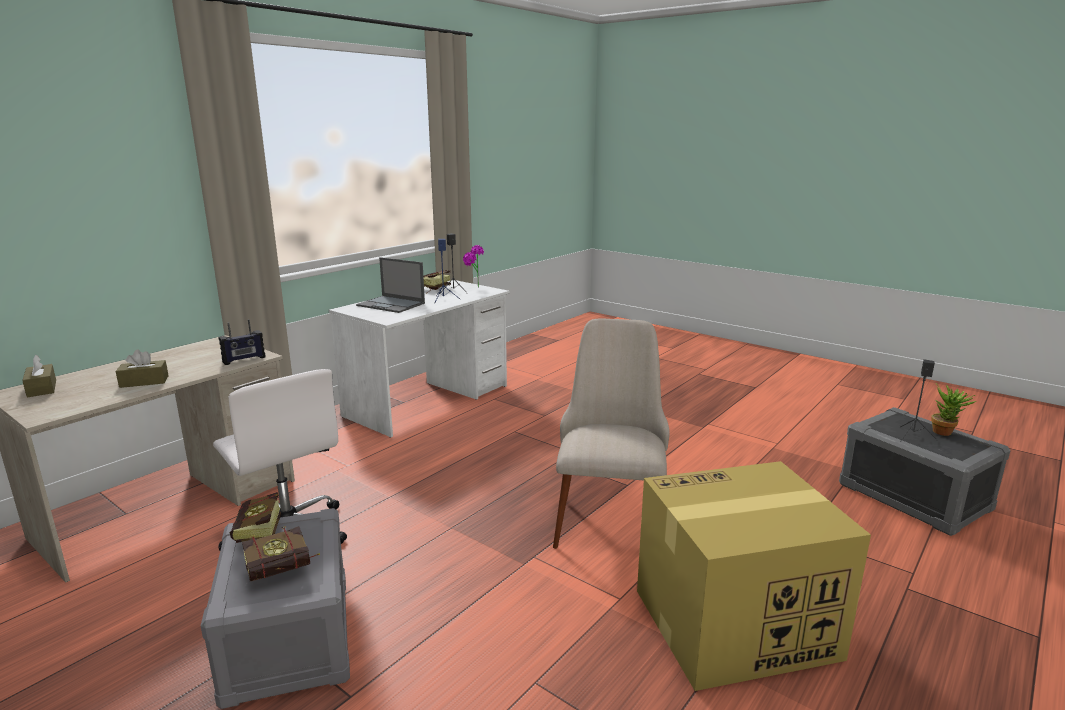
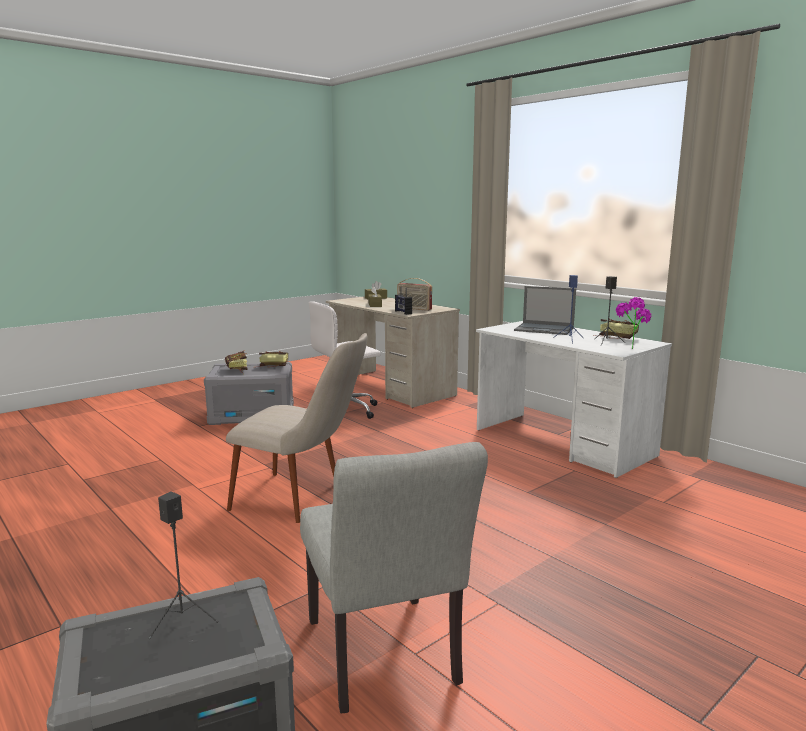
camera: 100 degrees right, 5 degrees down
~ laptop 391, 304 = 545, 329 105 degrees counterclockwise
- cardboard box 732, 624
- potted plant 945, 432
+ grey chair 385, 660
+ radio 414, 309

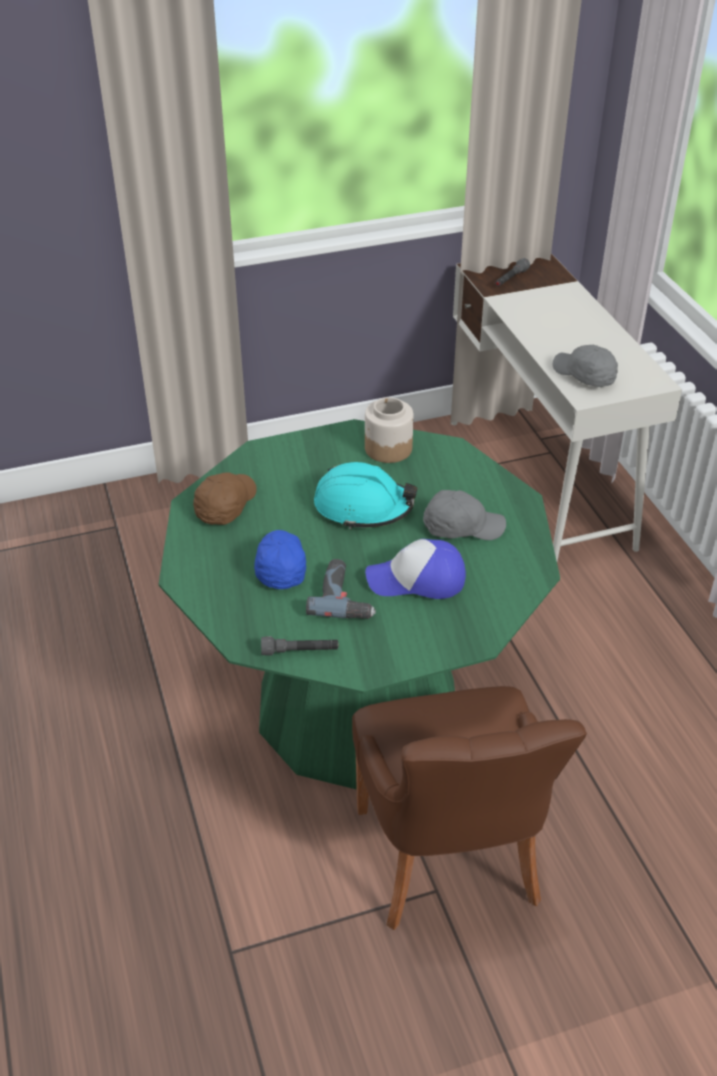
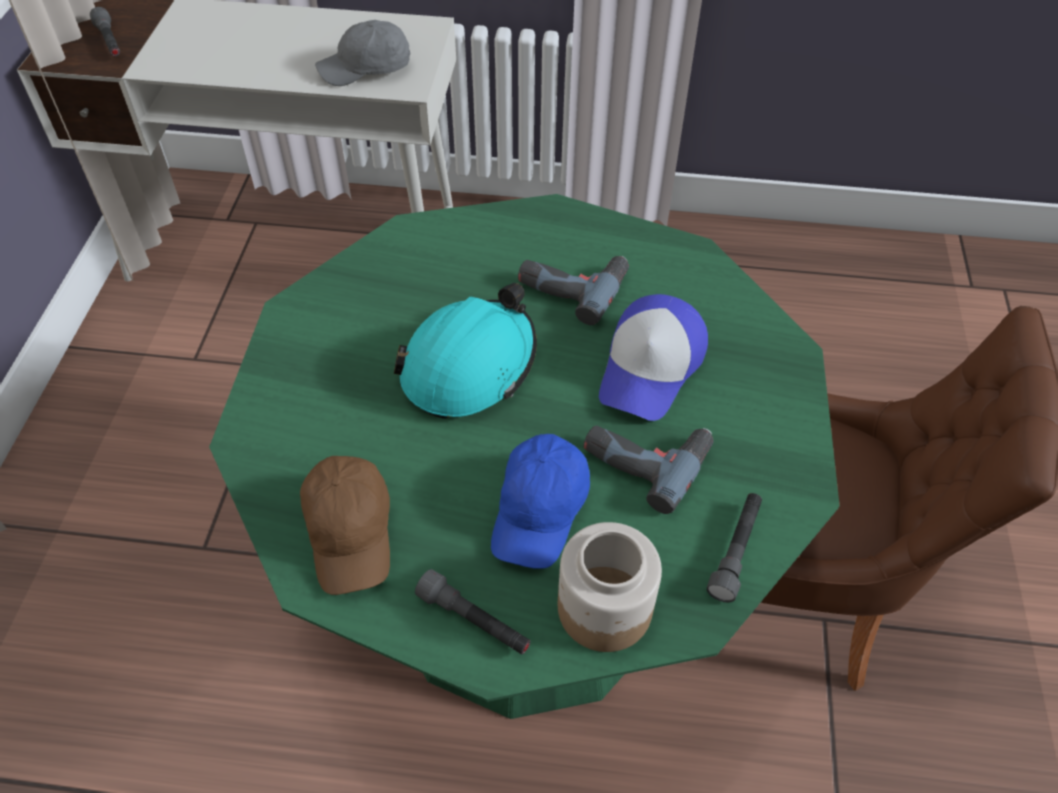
camera: 65 degrees left, 10 degrees up
~ brown cap 225, 505 = 351, 532 150 degrees counterclockwise
~ blue cap 280, 566 = 540, 510 90 degrees counterclockwise
~ jar 388, 448 to 603, 608
~ grey cap 462, 527 to power drill 573, 284
+ grey flashlight 474, 621

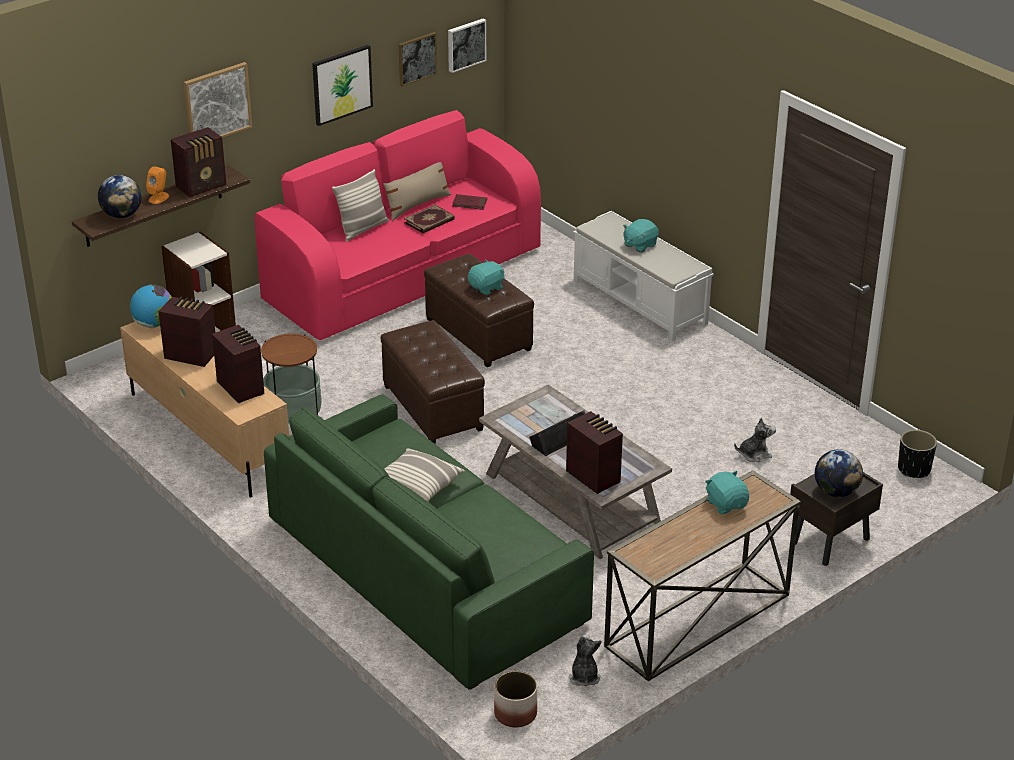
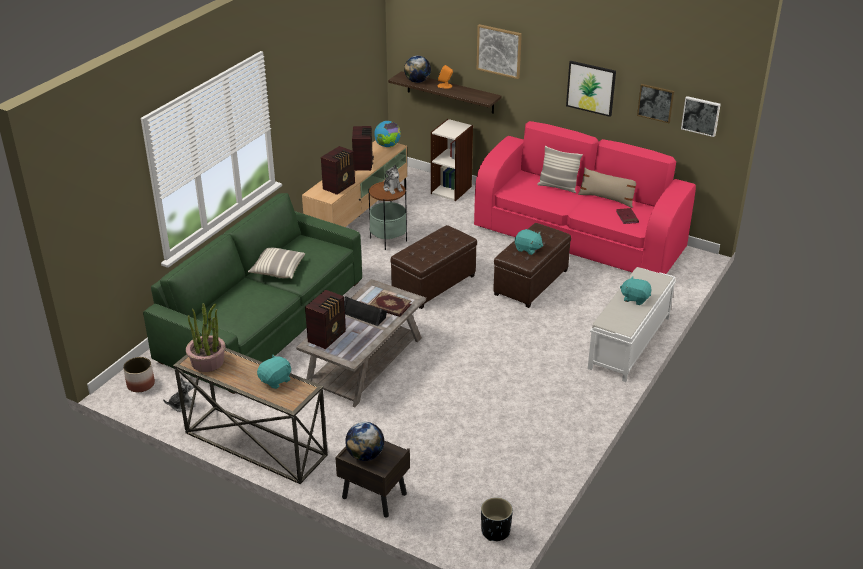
camera: 70 degrees right, 0 degrees up
- radio 202, 186
~ book 430, 221 to 390, 306
~ plush toy 754, 454 to 392, 188
+ potted plant 208, 361

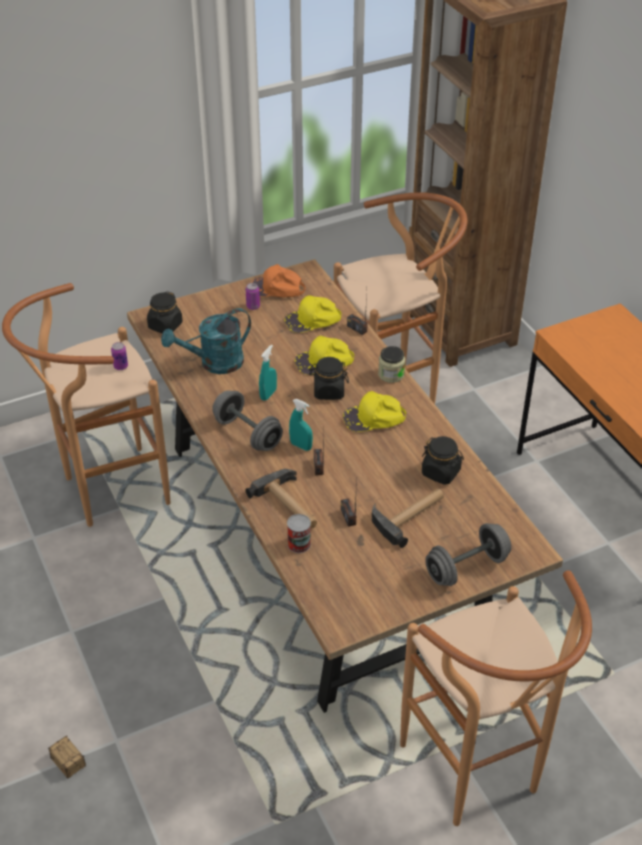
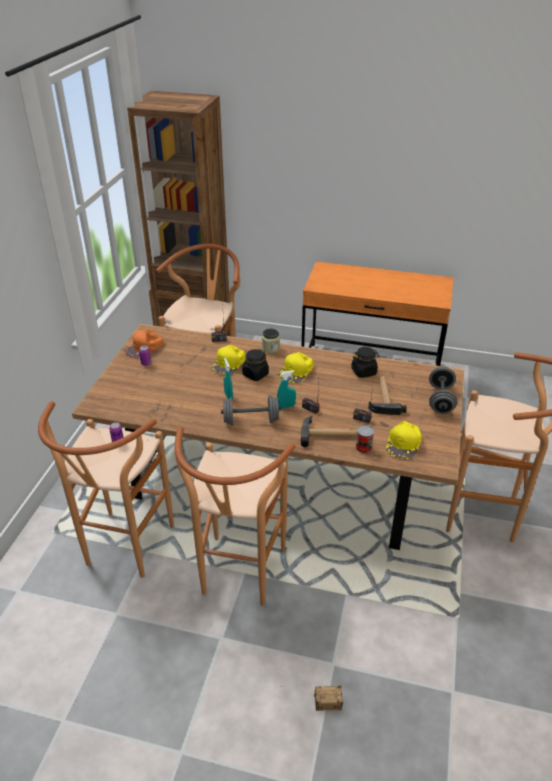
camera: 50 degrees left, 5 degrees down
- black jar 165, 326
- turquoise watering can 214, 363
~ yellow cap 313, 320 to 404, 443
+ brown stool 239, 578

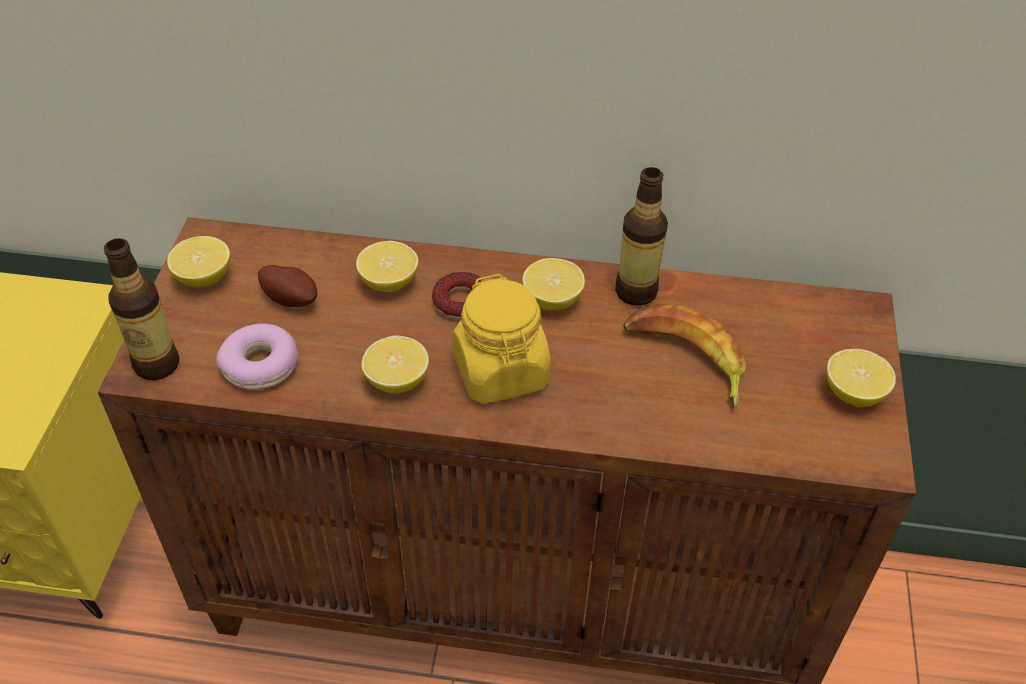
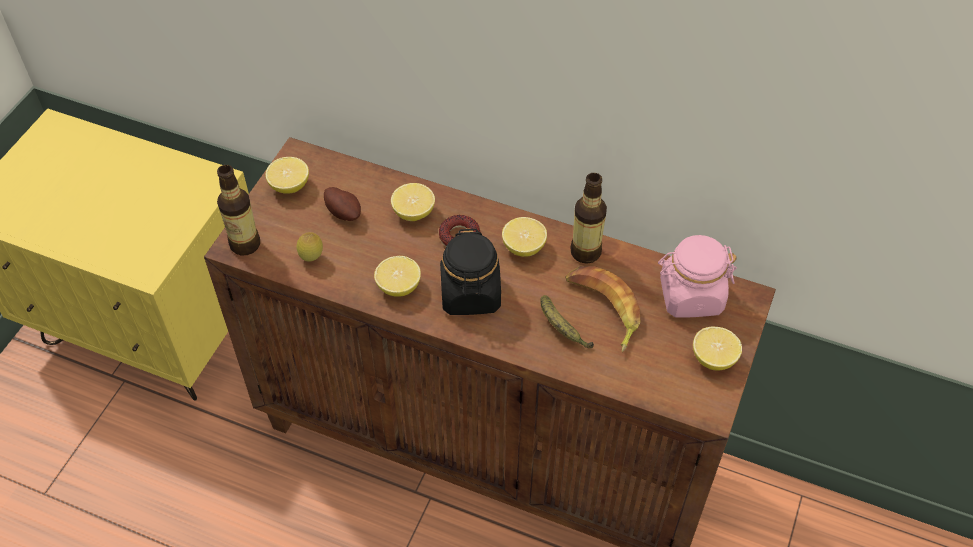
camera: 15 degrees right, 5 degrees up
~ donut 261, 366 to lemon 312, 258
~ yellow jar 501, 372 to black jar 470, 294
+ banana 561, 328
+ pink jar 690, 296

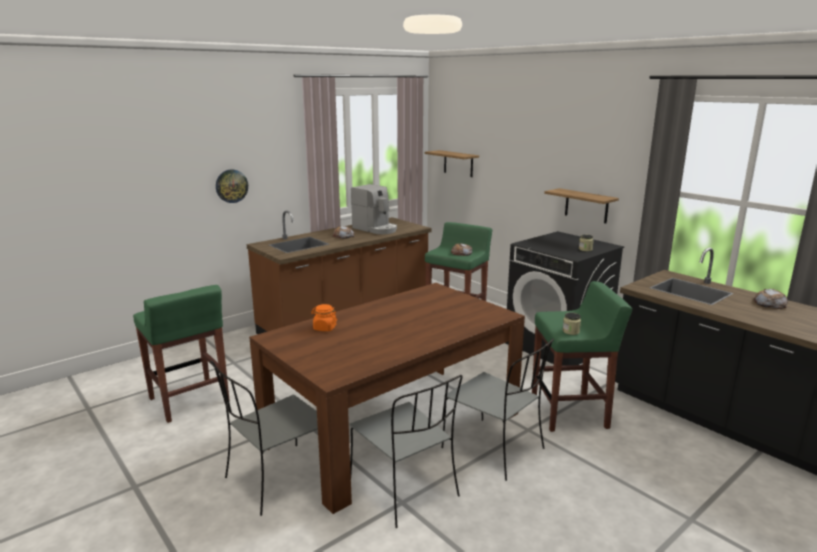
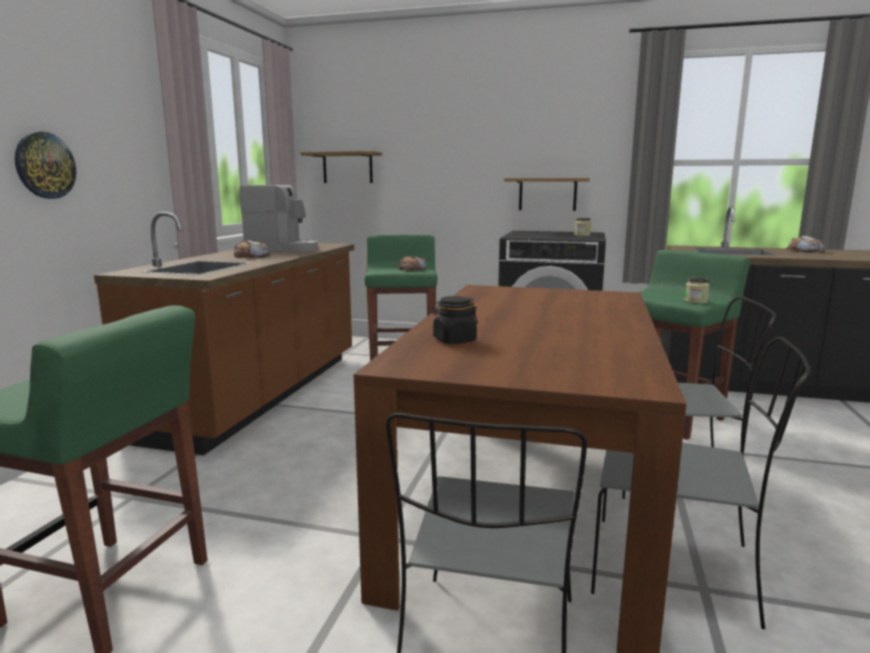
camera: 35 degrees left, 5 degrees down
~ orange jar 324, 328 to black jar 454, 340

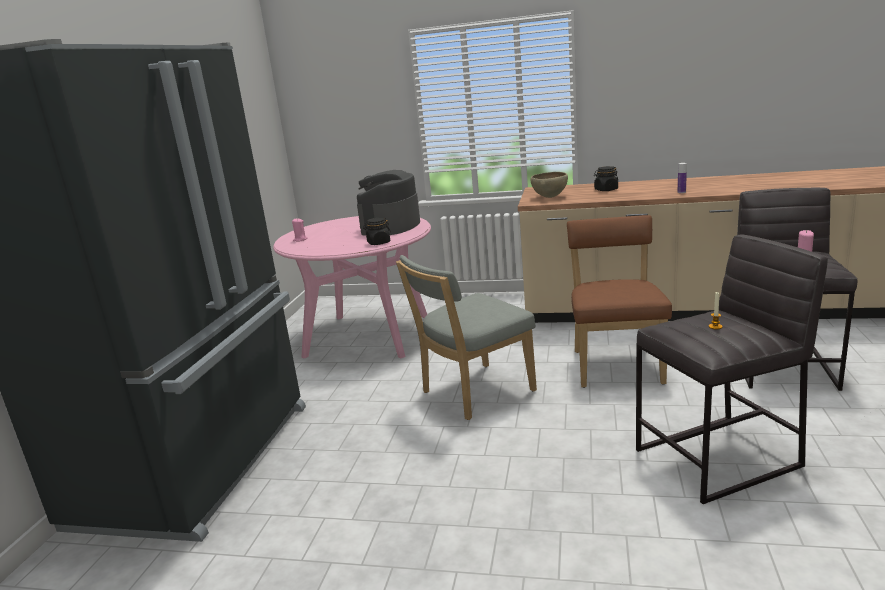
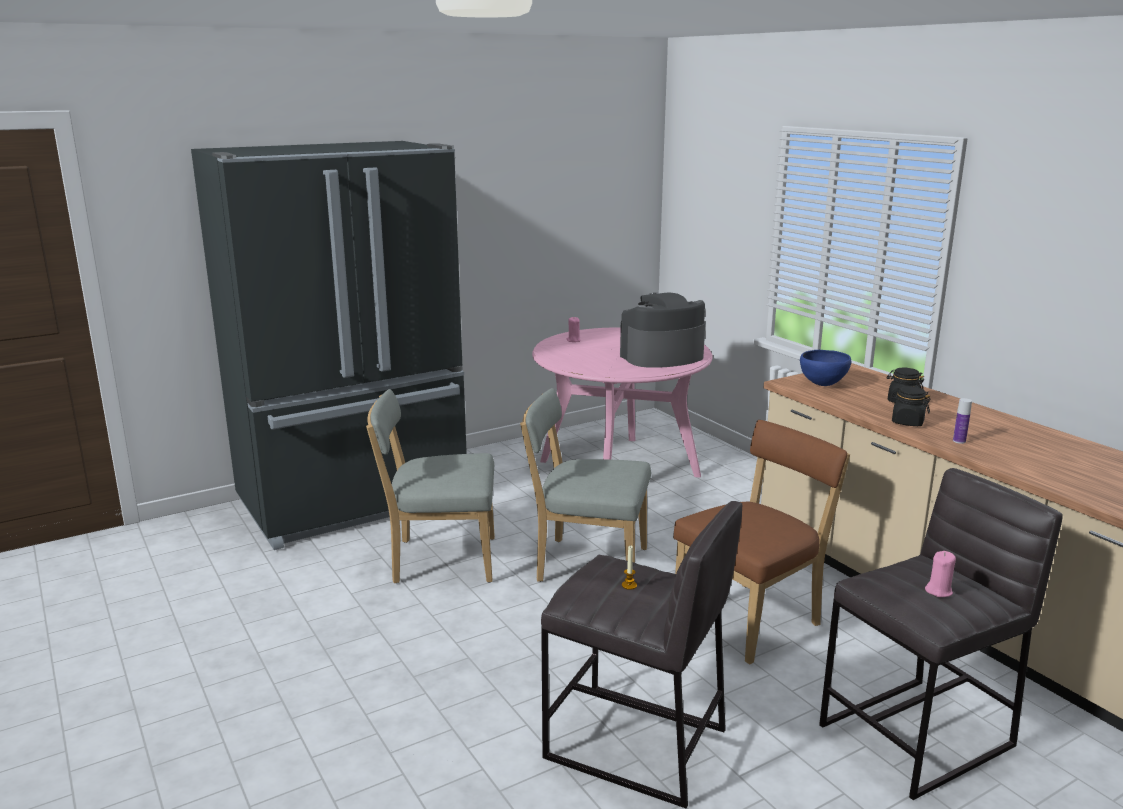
camera: 45 degrees right, 0 degrees up
~ black jar 378, 243 to 907, 422
~ brown bowl 550, 197 to blue bowl 823, 385
+ grey chair 439, 560

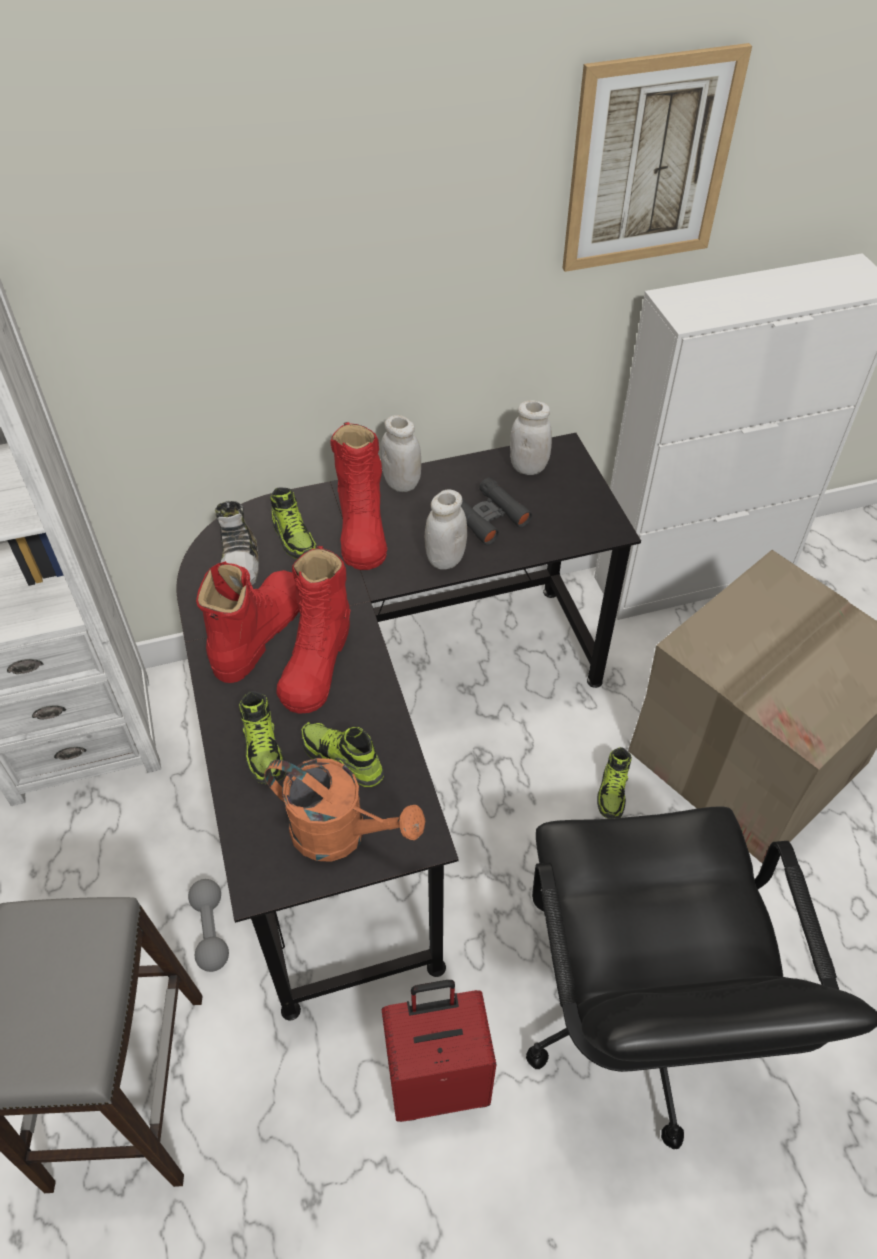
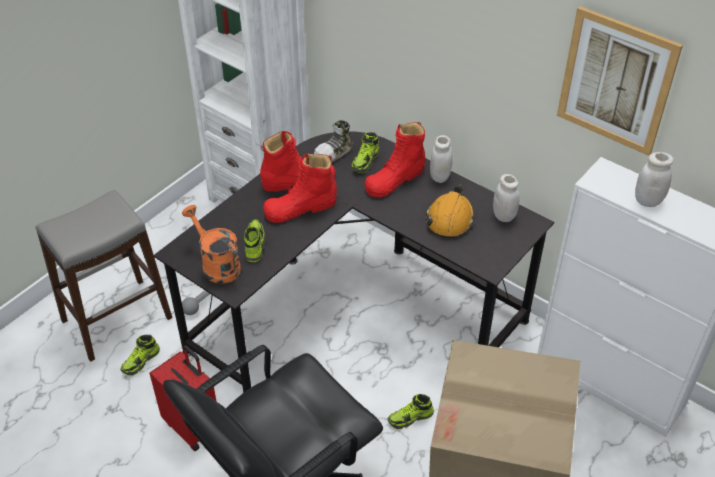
camera: 55 degrees right, 5 degrees down
~ shoe 264, 749 to 141, 361
~ orange watering can 341, 834 = 217, 264 150 degrees clockwise
~ white jar 445, 559 to 648, 200
~ black binoculars 488, 517 to orange hard hat 449, 218

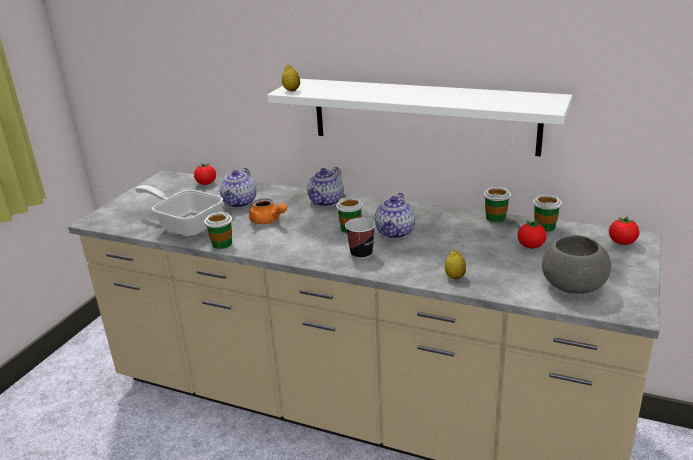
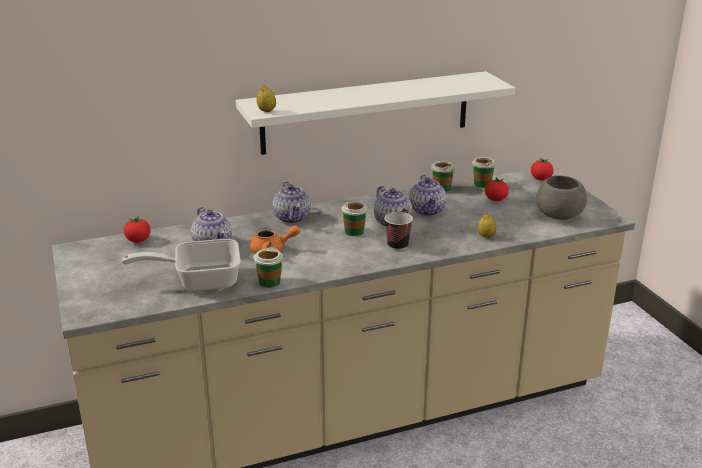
camera: 45 degrees left, 0 degrees up
+ teapot 427, 211

